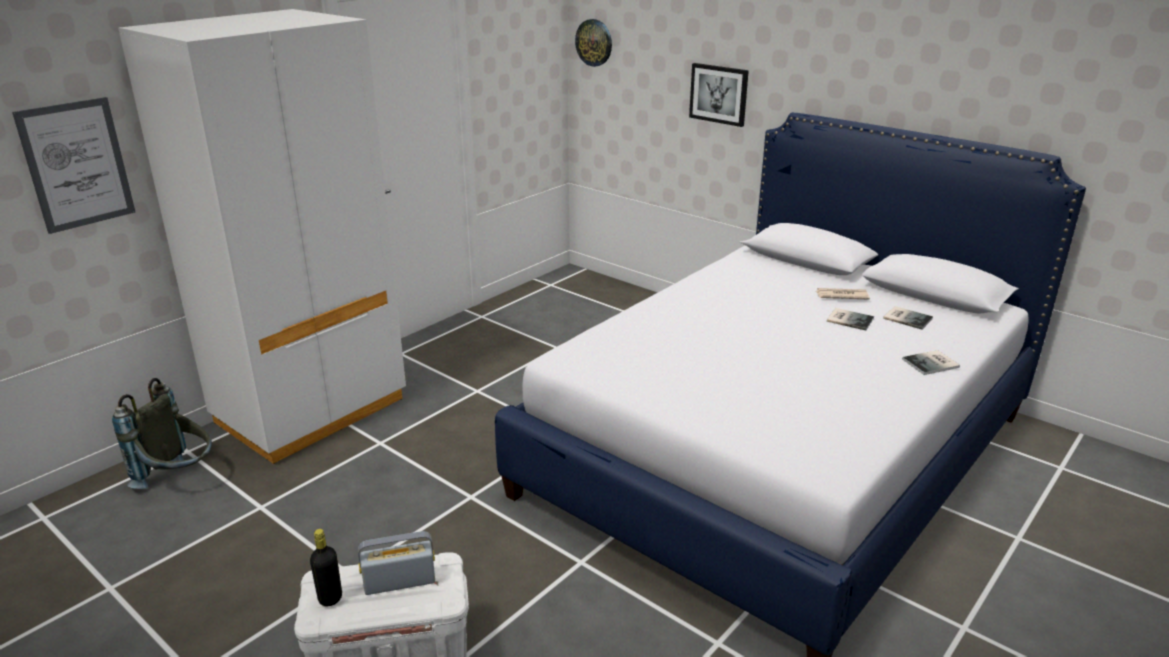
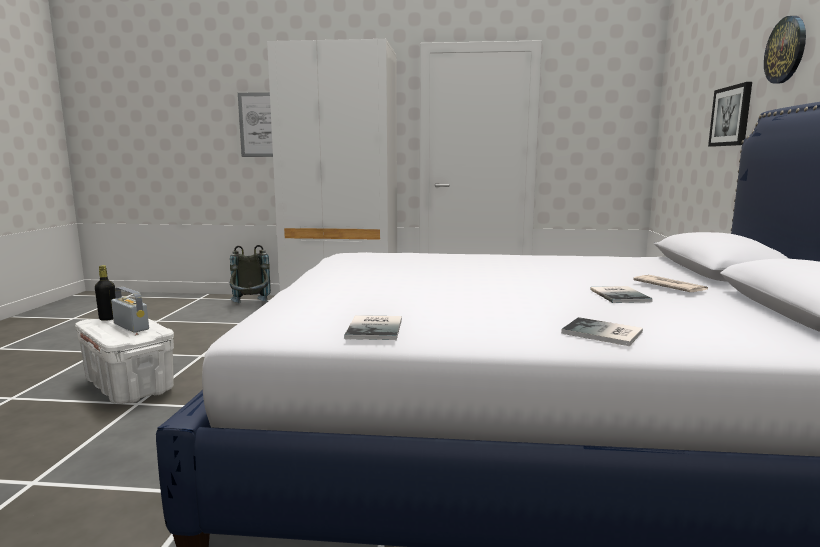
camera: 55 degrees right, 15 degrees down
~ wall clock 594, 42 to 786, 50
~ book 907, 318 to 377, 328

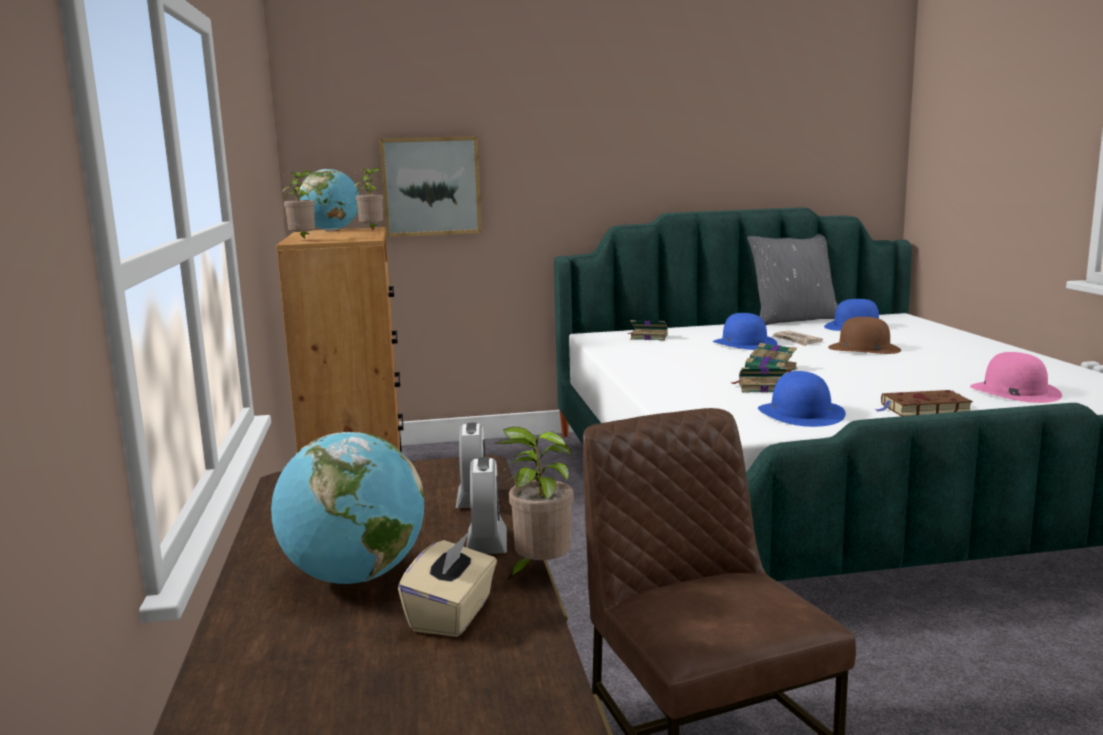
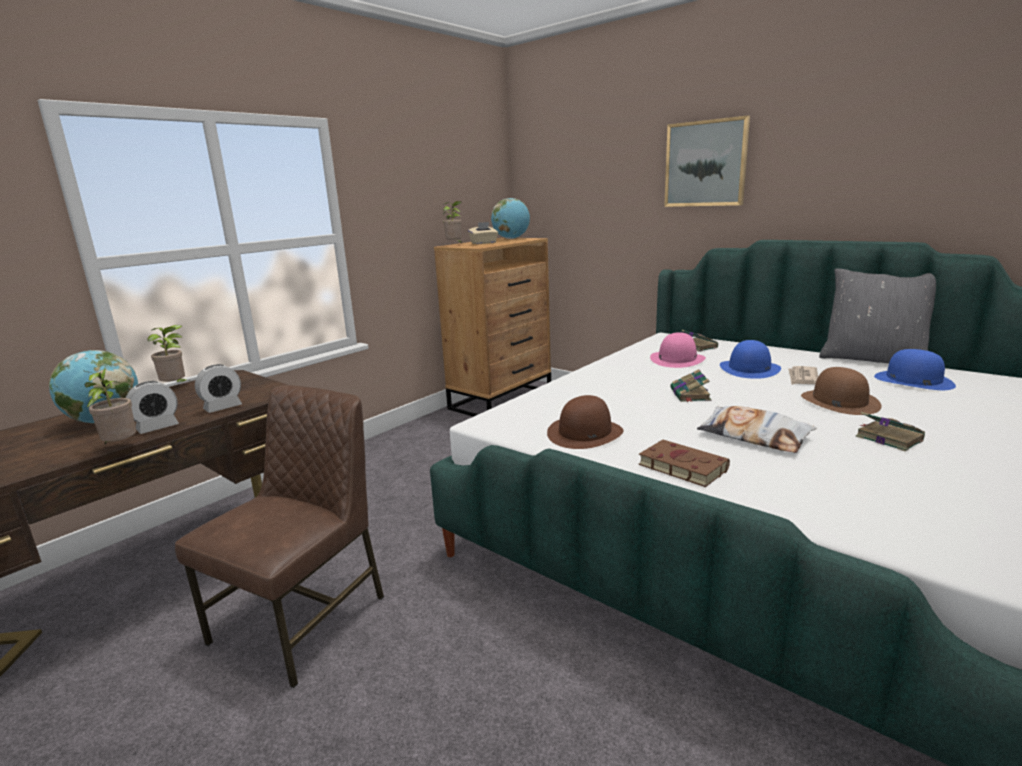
camera: 50 degrees right, 5 degrees up
~ potted plant 372, 231 to 176, 387
~ picture 431, 186 to 705, 164
~ beige tissue box 452, 615 to 484, 243
~ book 760, 387 to 887, 438
~ blue hat 801, 413 to brown hat 585, 433
~ pink hat 1014, 391 to 677, 359
+ pillow 754, 436

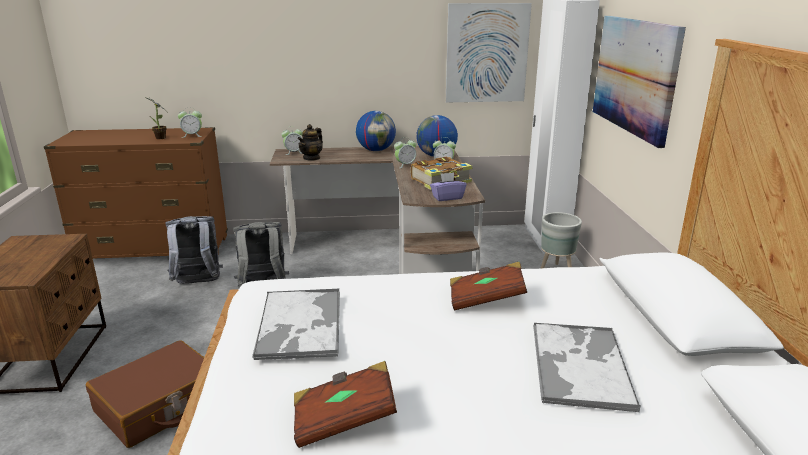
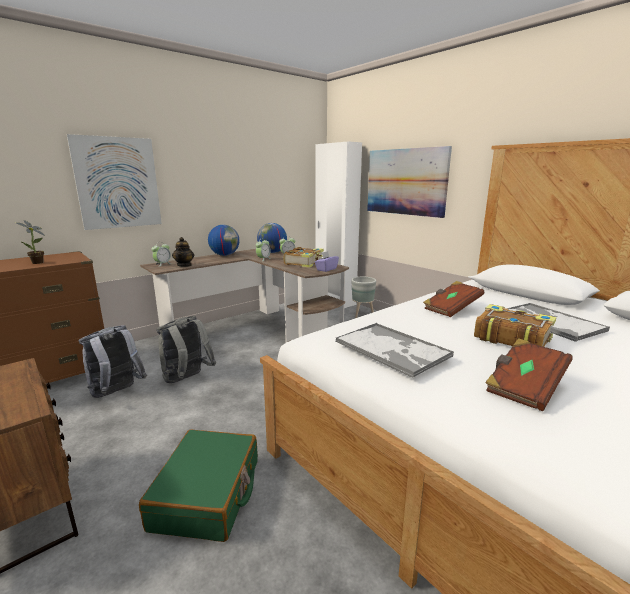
camera: 35 degrees left, 5 degrees down
~ brown suitcase 160, 405 to green suitcase 208, 494
- alarm clock 192, 135
~ picture 487, 53 to 118, 183
+ book 511, 338

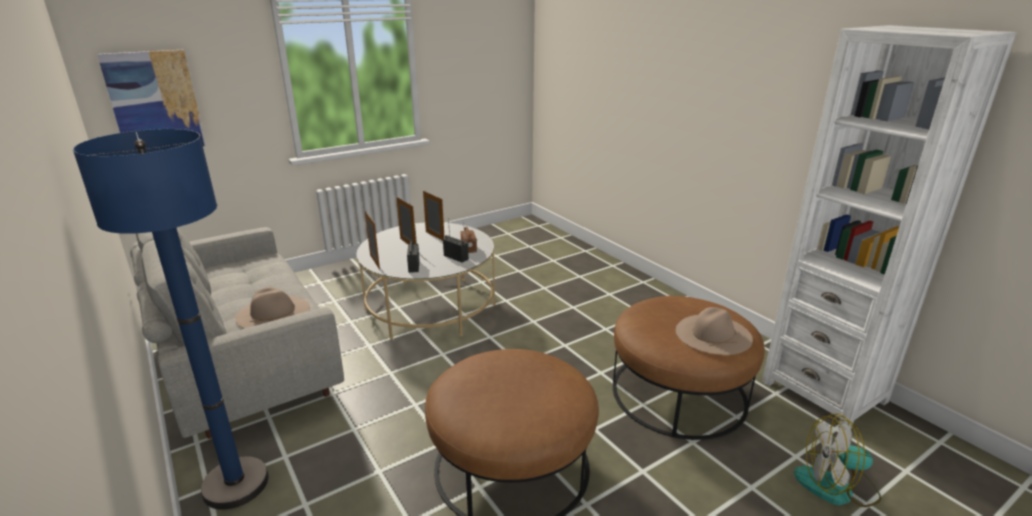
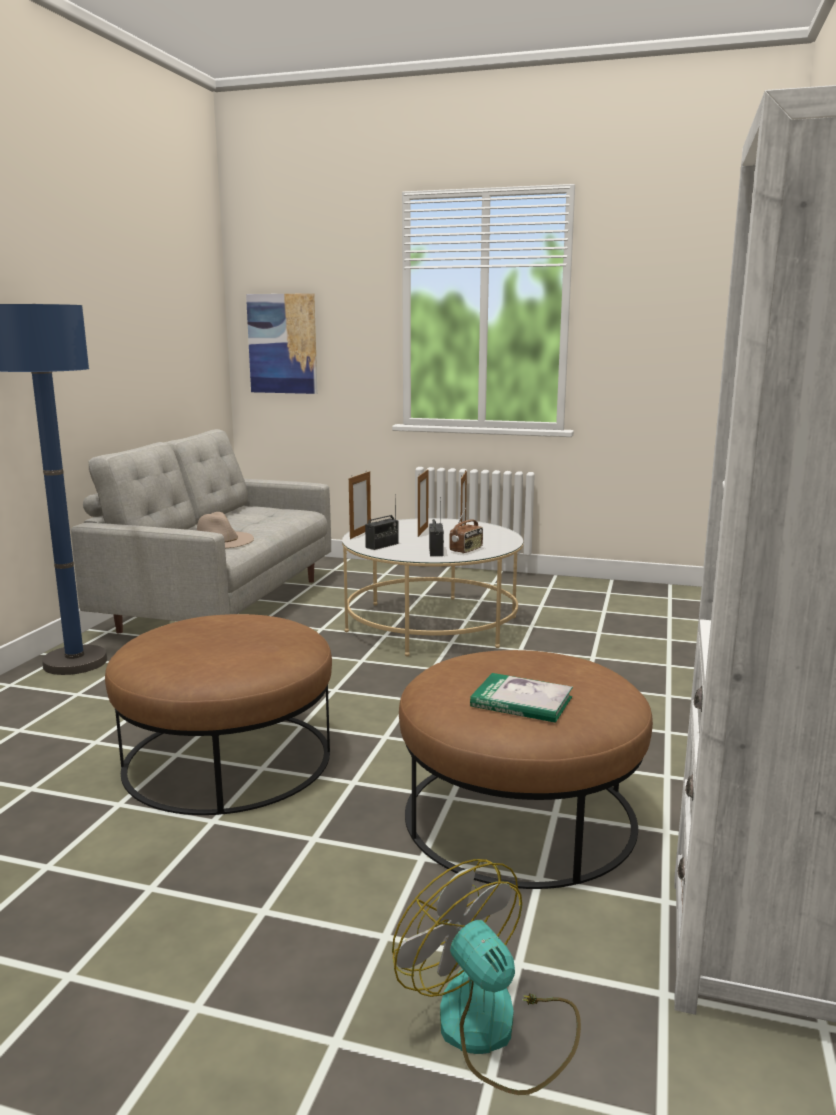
camera: 50 degrees right, 10 degrees down
~ beige hat 713, 334 to book 521, 702

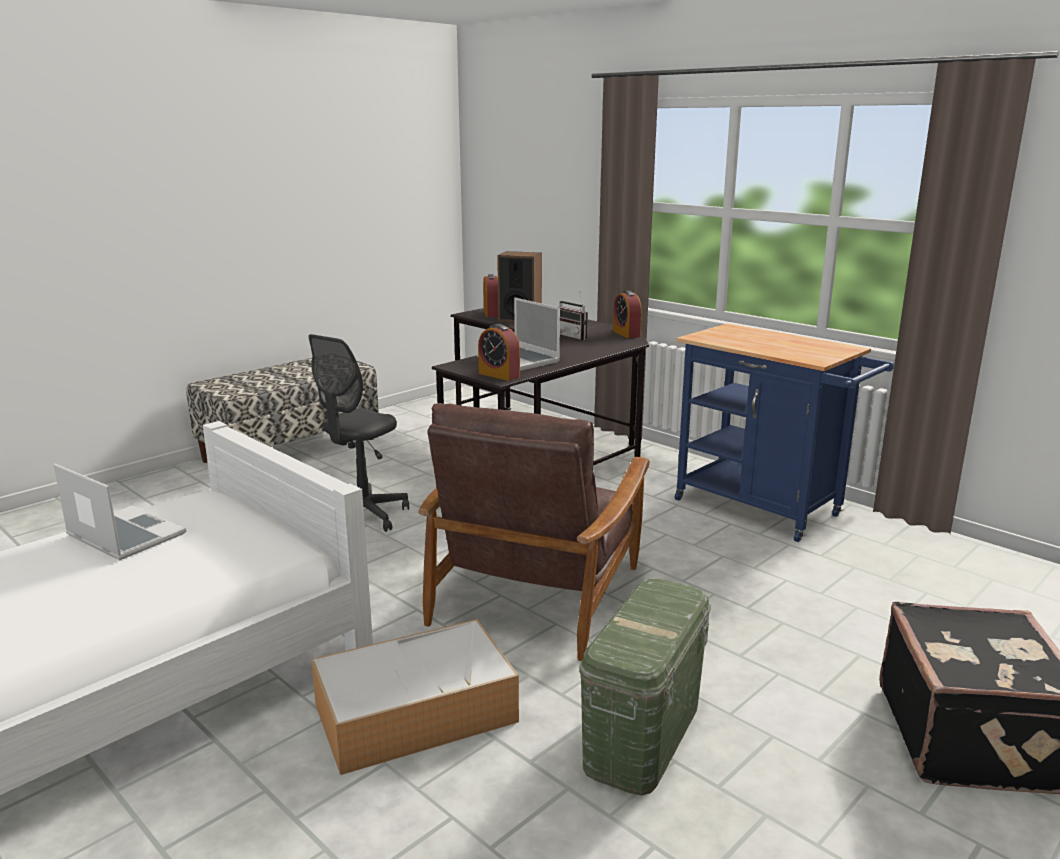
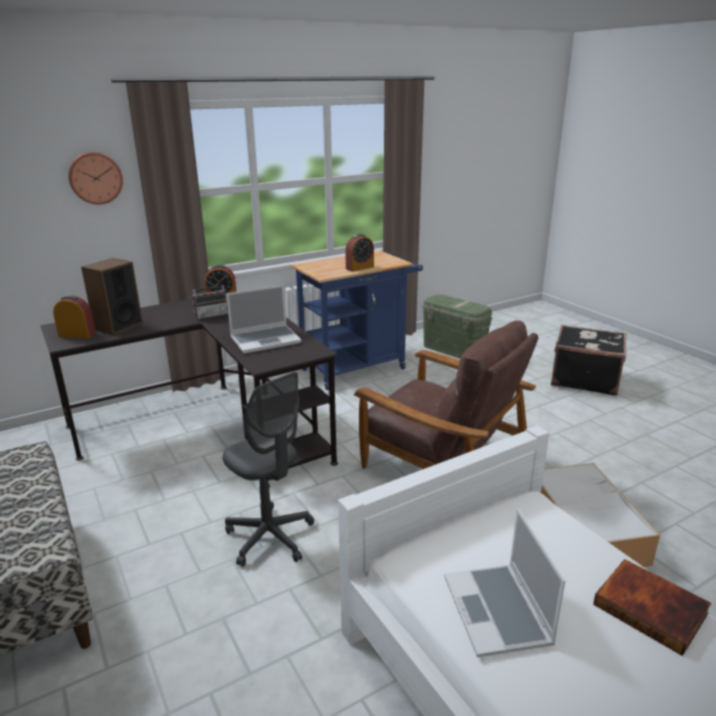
camera: 75 degrees left, 5 degrees up
~ laptop 123, 535 = 498, 612 60 degrees counterclockwise
~ alarm clock 499, 375 to 359, 268
~ green storage box 643, 735 to 454, 350
+ wall clock 95, 178
+ book 651, 608

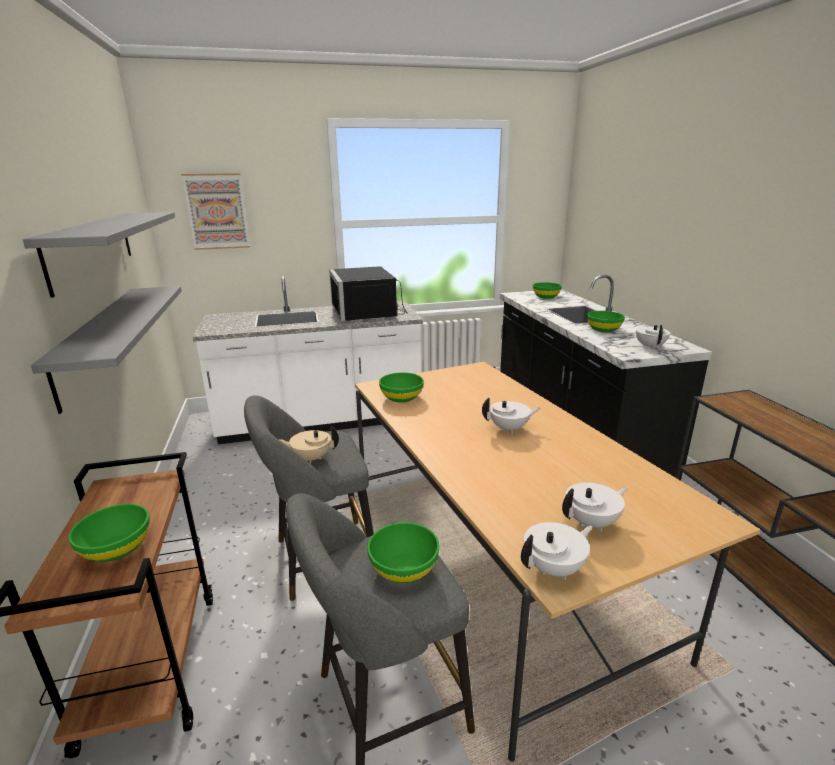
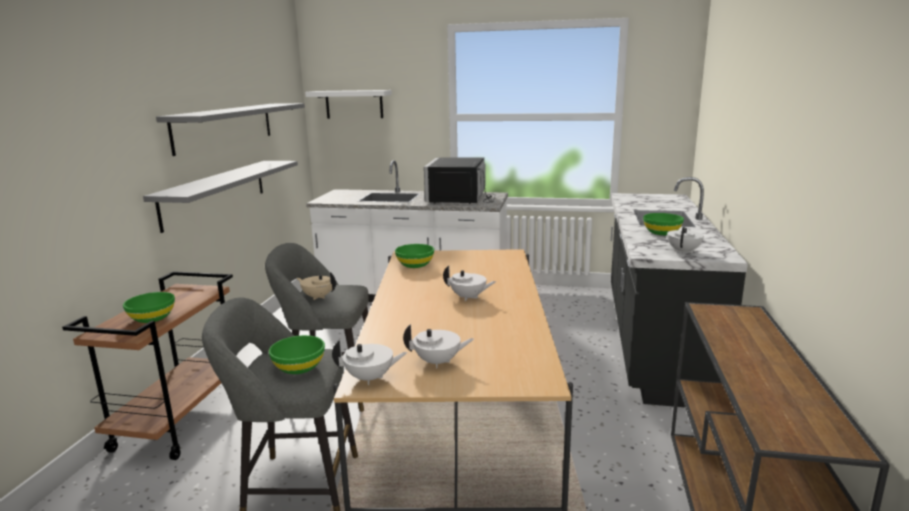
camera: 25 degrees right, 5 degrees down
~ picture 217, 211 to white shelf 354, 104
- green bowl 546, 297

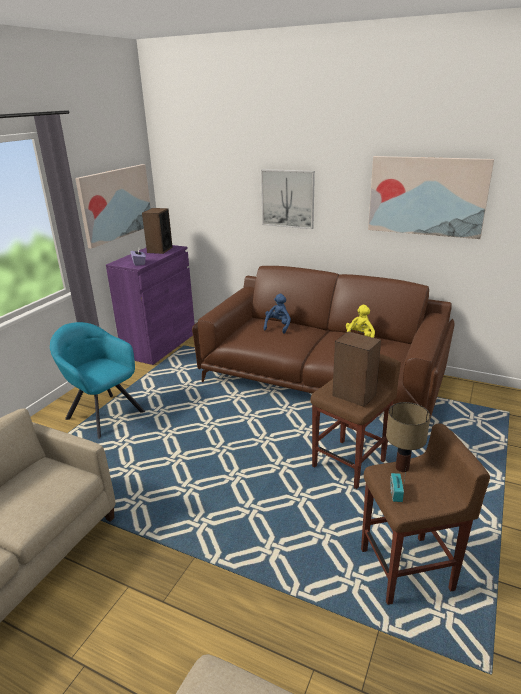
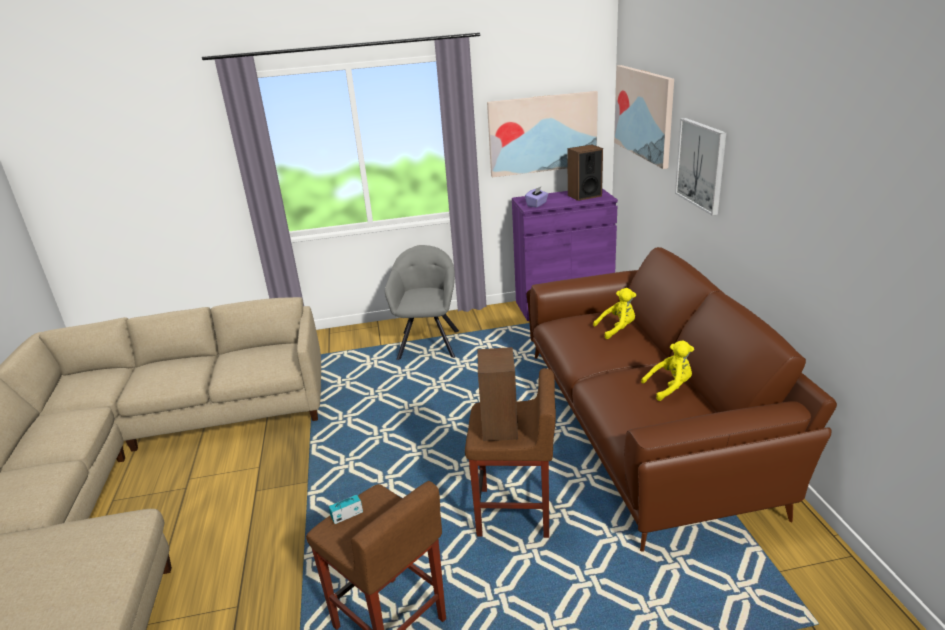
camera: 55 degrees right, 0 degrees up
~ turquoise armchair 103, 414 to grey armchair 428, 343
~ blue plush toy 278, 326 to yellow plush toy 617, 329
~ picture 427, 196 to 644, 113
- table lamp 402, 468

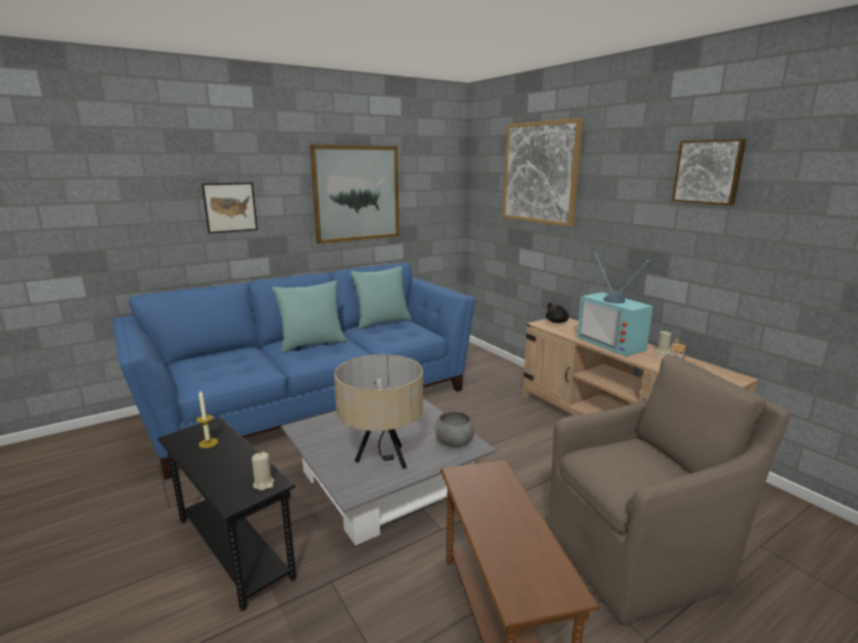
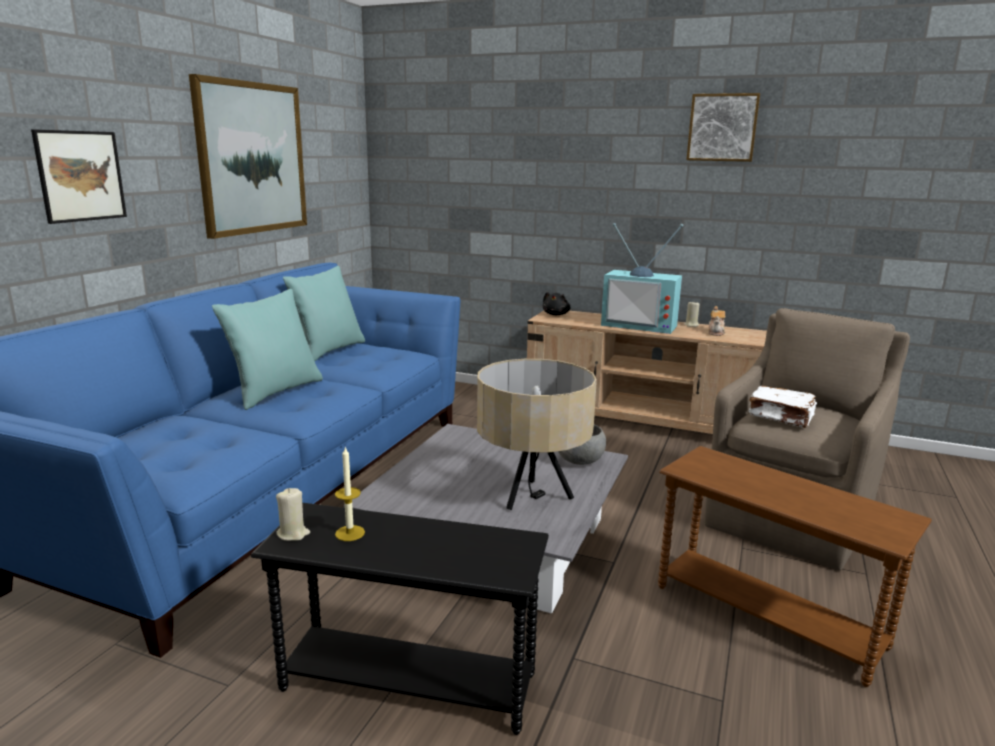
camera: 35 degrees left, 0 degrees up
~ beige candle 264, 484 to 293, 534
- picture 540, 173
+ white book 781, 417

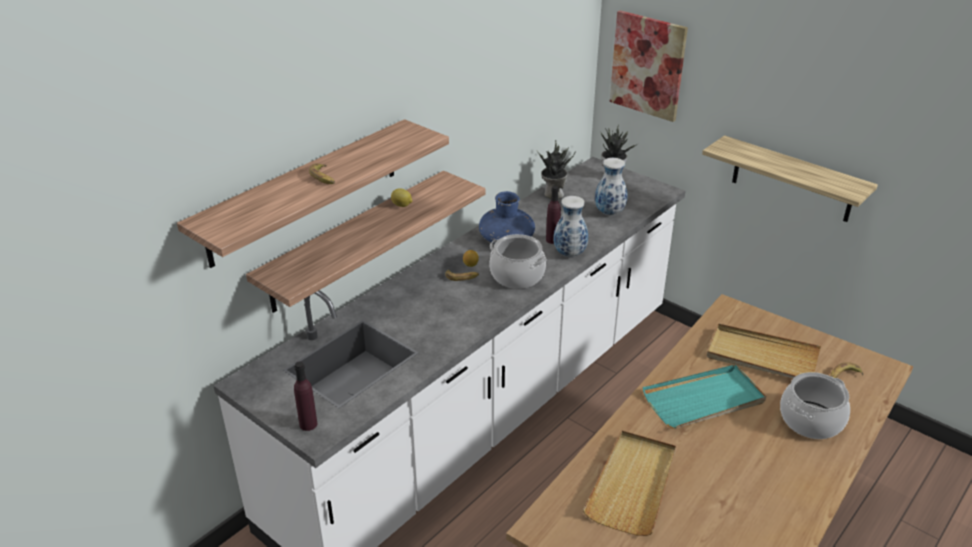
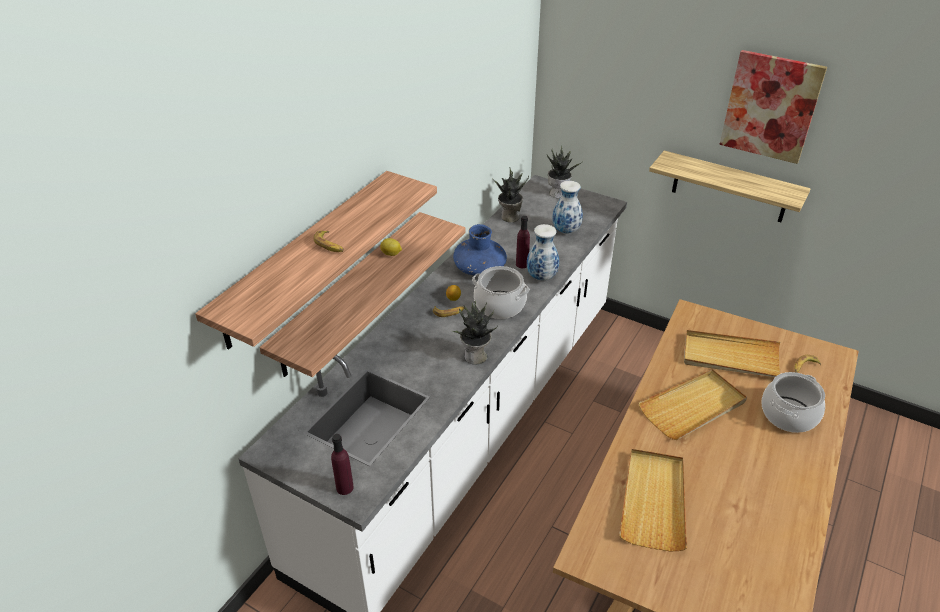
camera: 10 degrees left, 5 degrees up
~ picture 648, 65 to 770, 106
~ turquoise tray 704, 400 to beige tray 693, 407
+ potted plant 475, 357

